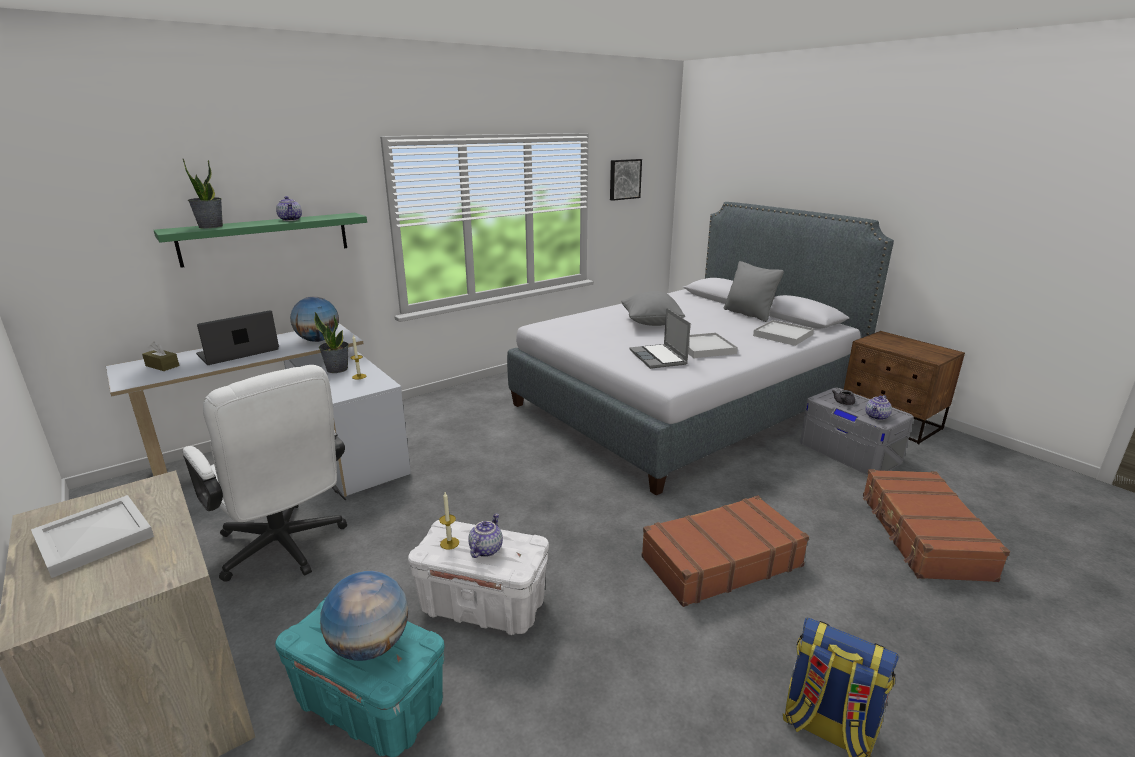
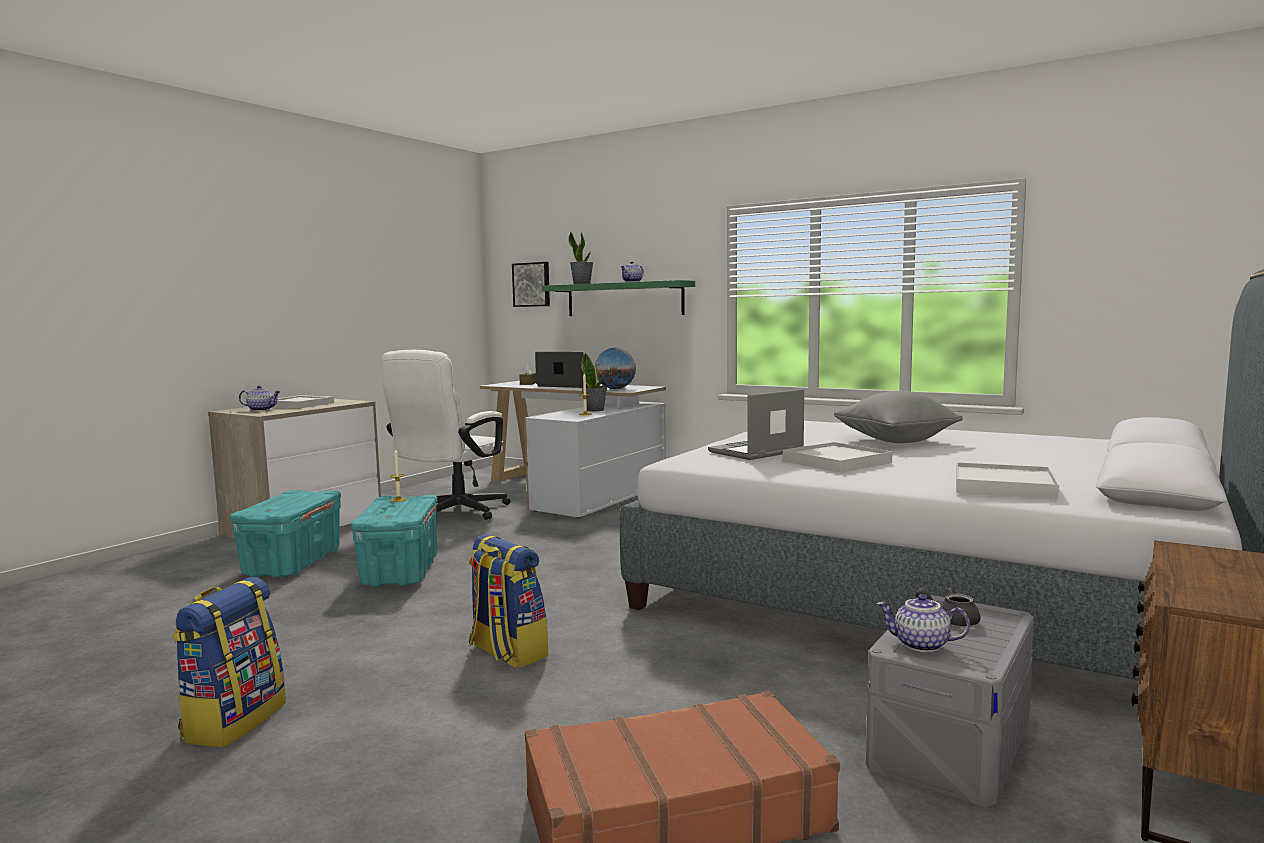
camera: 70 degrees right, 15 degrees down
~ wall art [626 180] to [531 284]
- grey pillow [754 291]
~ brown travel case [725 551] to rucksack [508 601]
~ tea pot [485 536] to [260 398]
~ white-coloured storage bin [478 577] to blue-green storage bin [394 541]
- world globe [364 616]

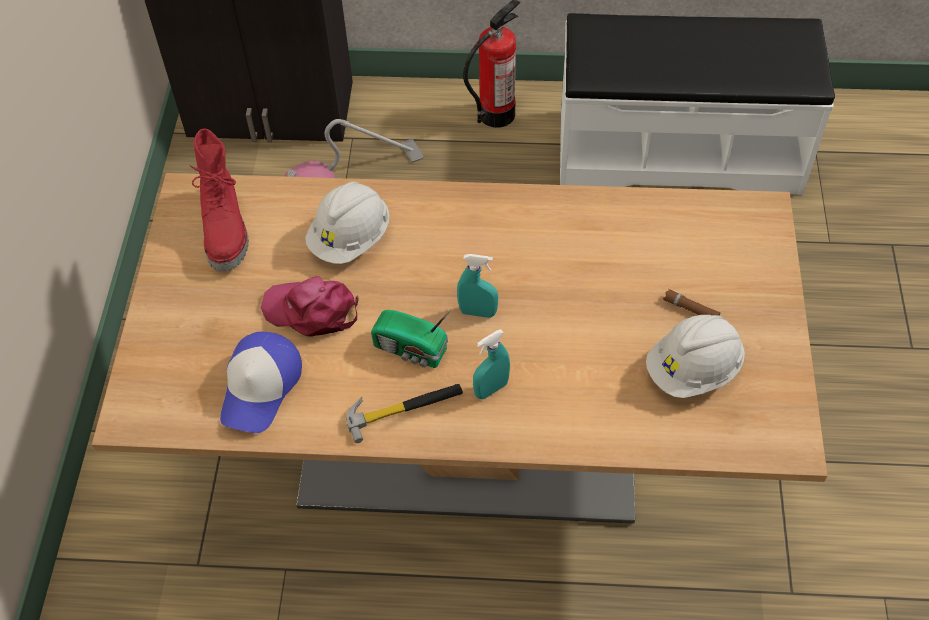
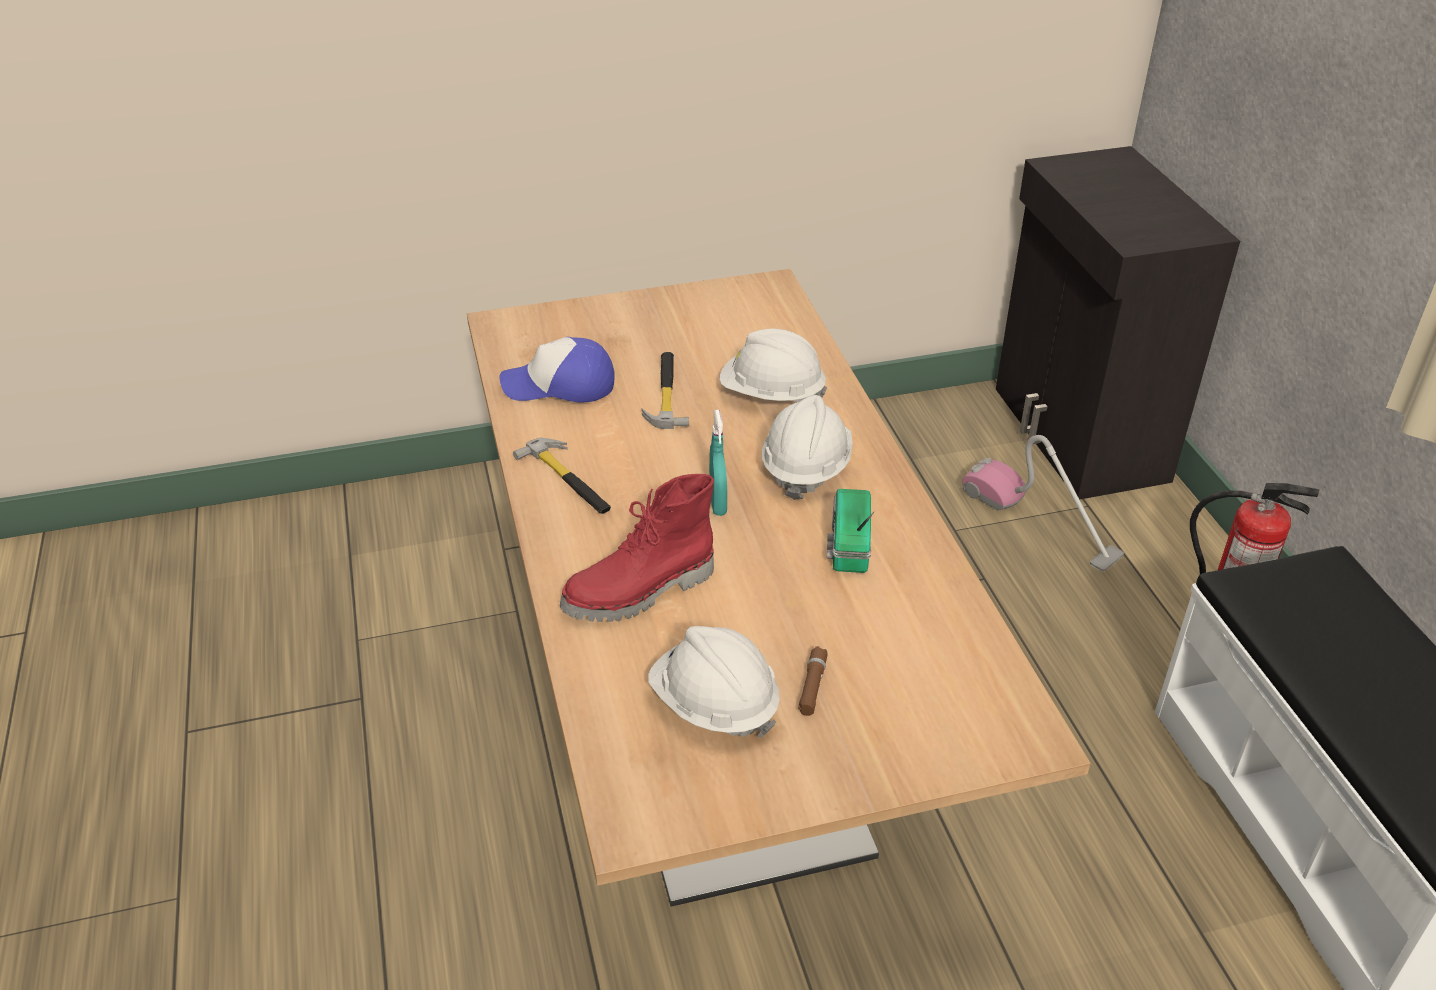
camera: 70 degrees right, 15 degrees down
~ red boot [219 200] to [637 548]
~ pinkish cap [310 306] to hammer [665 390]
~ radio [411 339] to [850 531]
- blue-green hand sprayer [491 364]
+ white-coloured safety helmet [807 447]

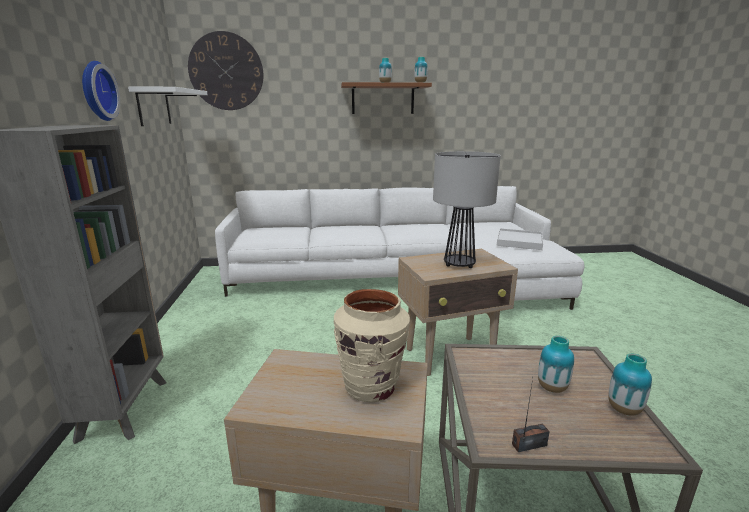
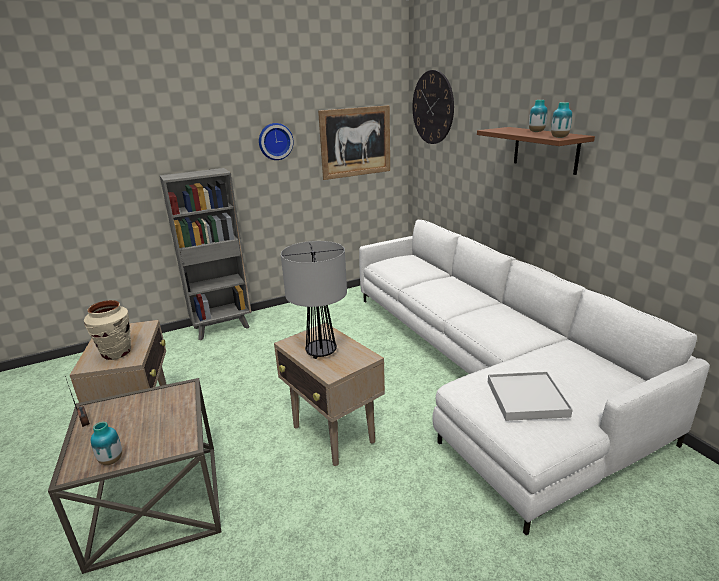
camera: 70 degrees right, 5 degrees up
~ white-coloured shelf [168 106] to wall art [354 142]
- flower vase [556 364]

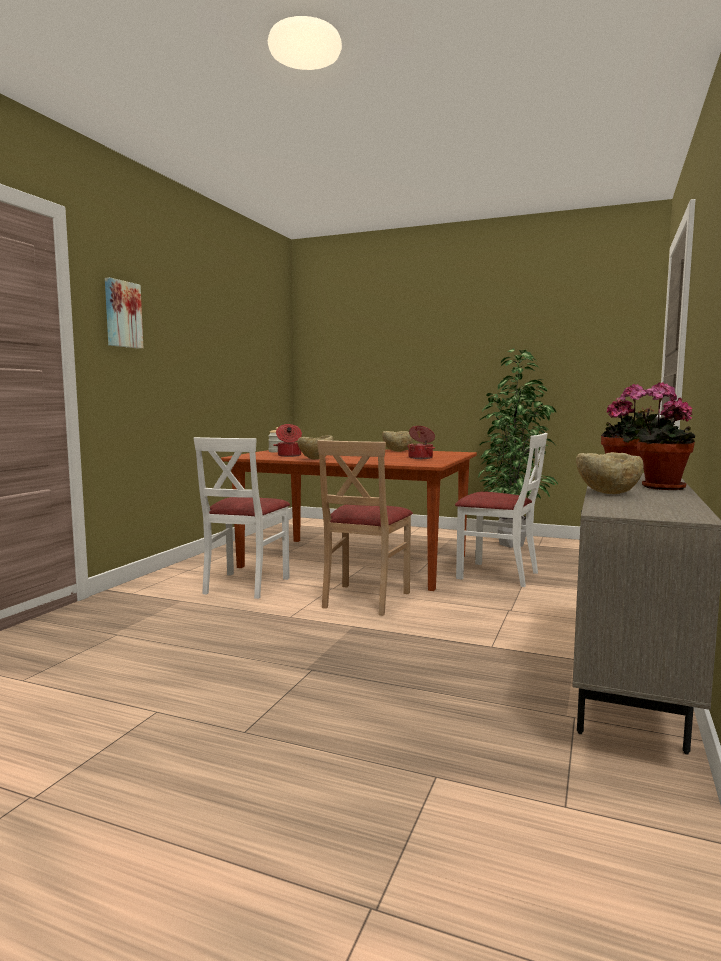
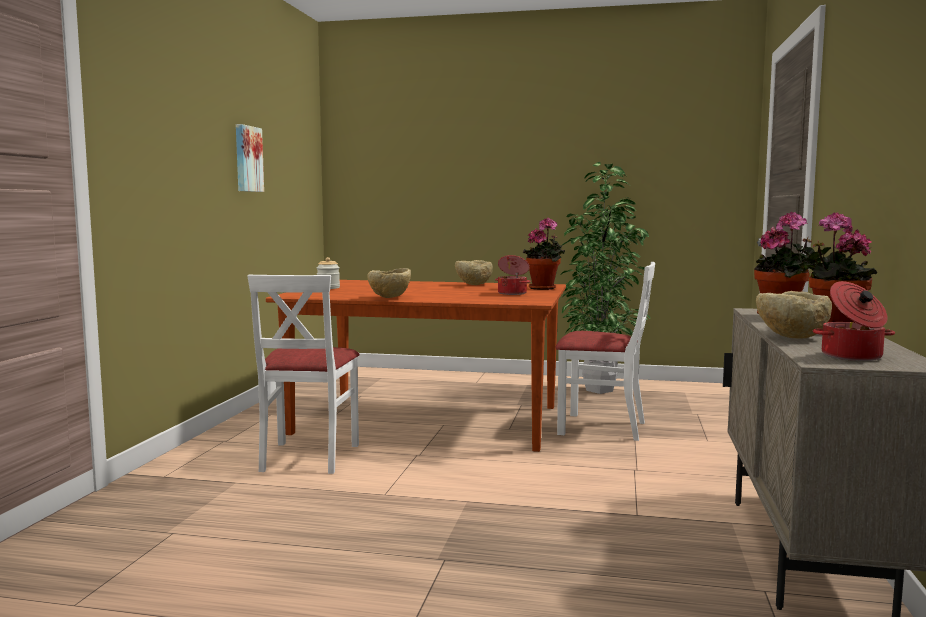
camera: 10 degrees left, 0 degrees up
~ wall art [124 313] to [250 158]
~ stockpot [287 440] to [854 321]
- beige-coloured plain chair [365 528]
+ potted plant [544 254]

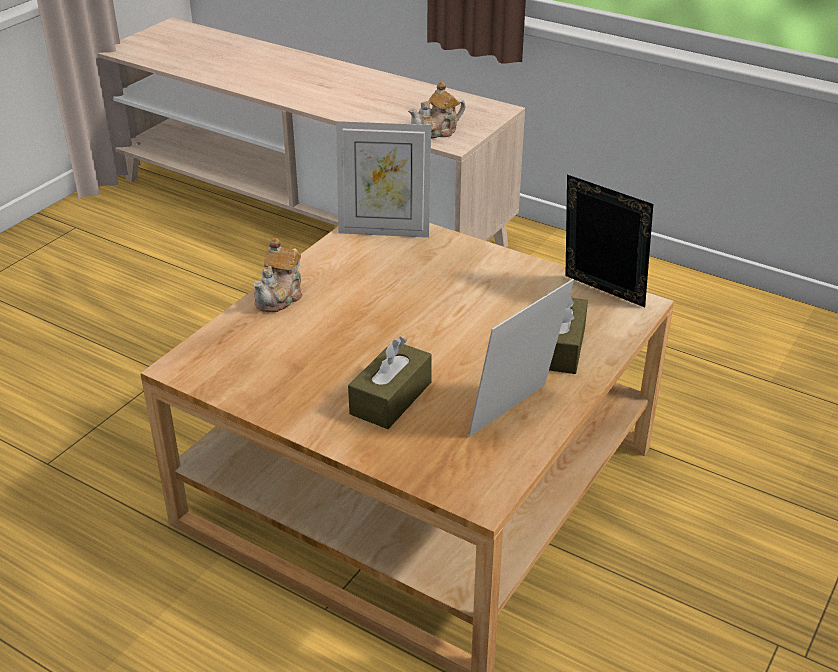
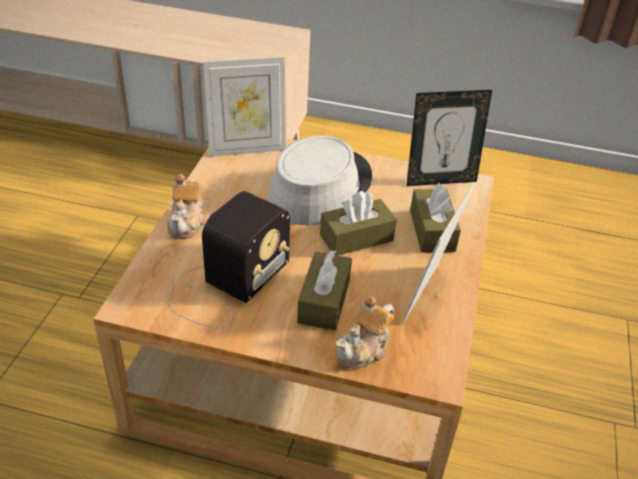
camera: 20 degrees left, 5 degrees up
~ tea pot [437 110] to [365 332]
~ photo frame [609 241] = [449 138] 150 degrees clockwise
+ grey hat [320 180]
+ radio [227 259]
+ brown tissue box [358 223]

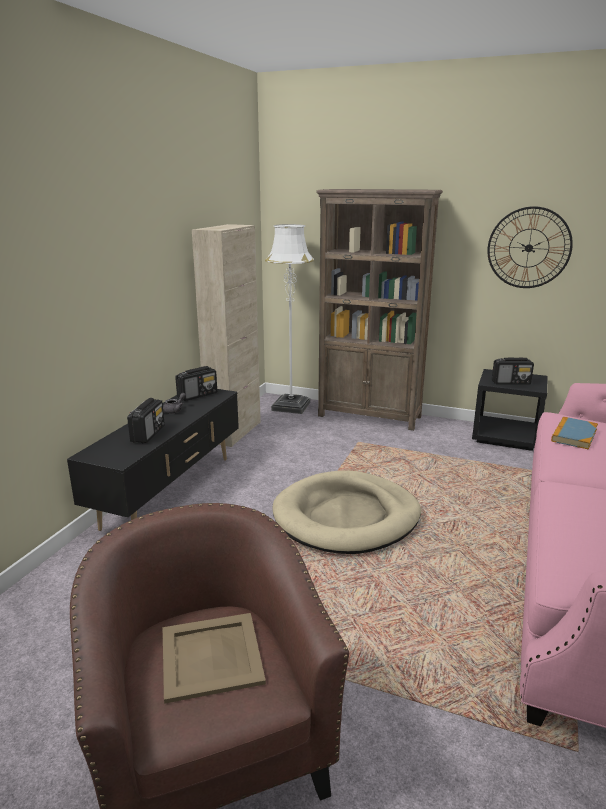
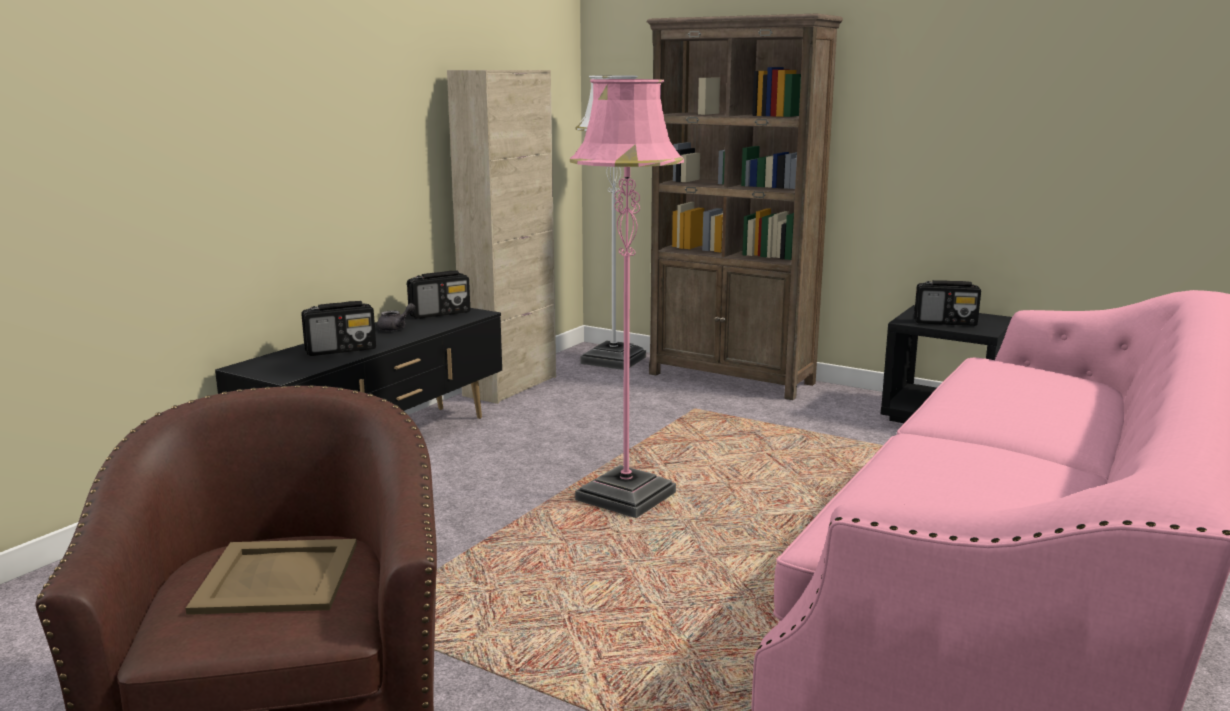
camera: 10 degrees right, 5 degrees down
- hanging clock [530 247]
~ radio [146 420] = [338 328] 45 degrees clockwise
- bound book [574 433]
~ beige-coloured pet bed [346 512] to pinkish standard lamp [627 298]

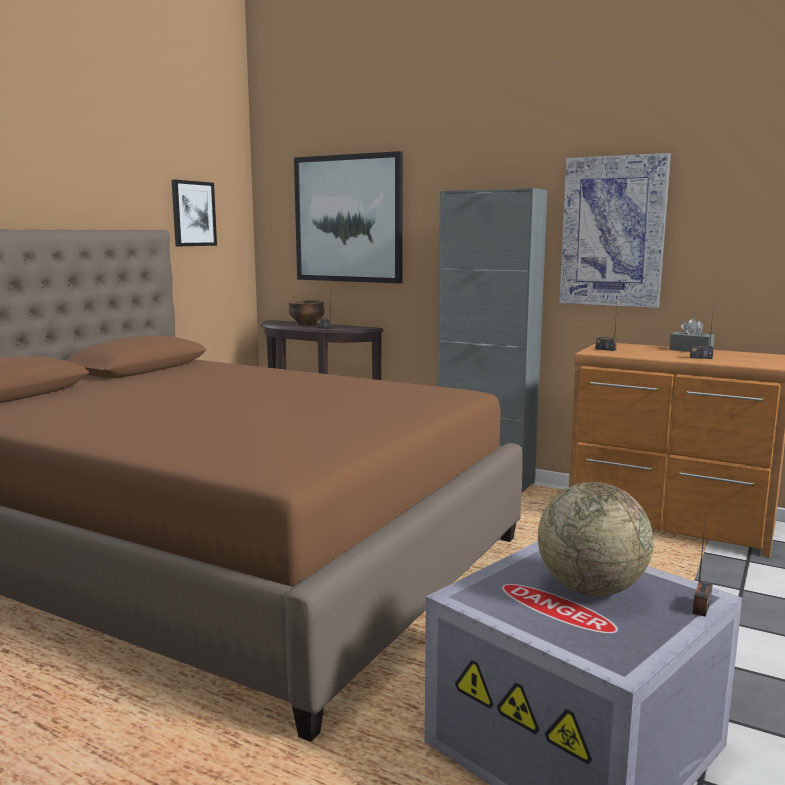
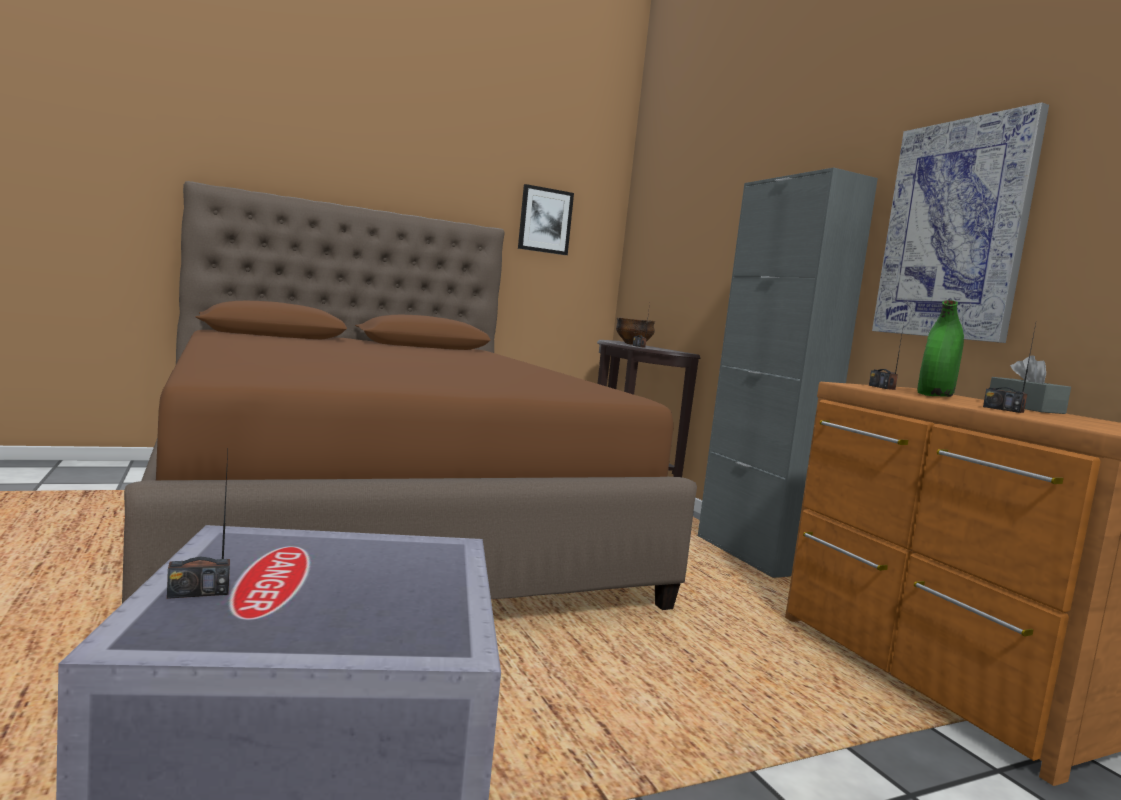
camera: 35 degrees right, 5 degrees down
- wall art [348 217]
- world globe [595 539]
~ radio [702 566] to [198 525]
+ green flower vase [941 348]

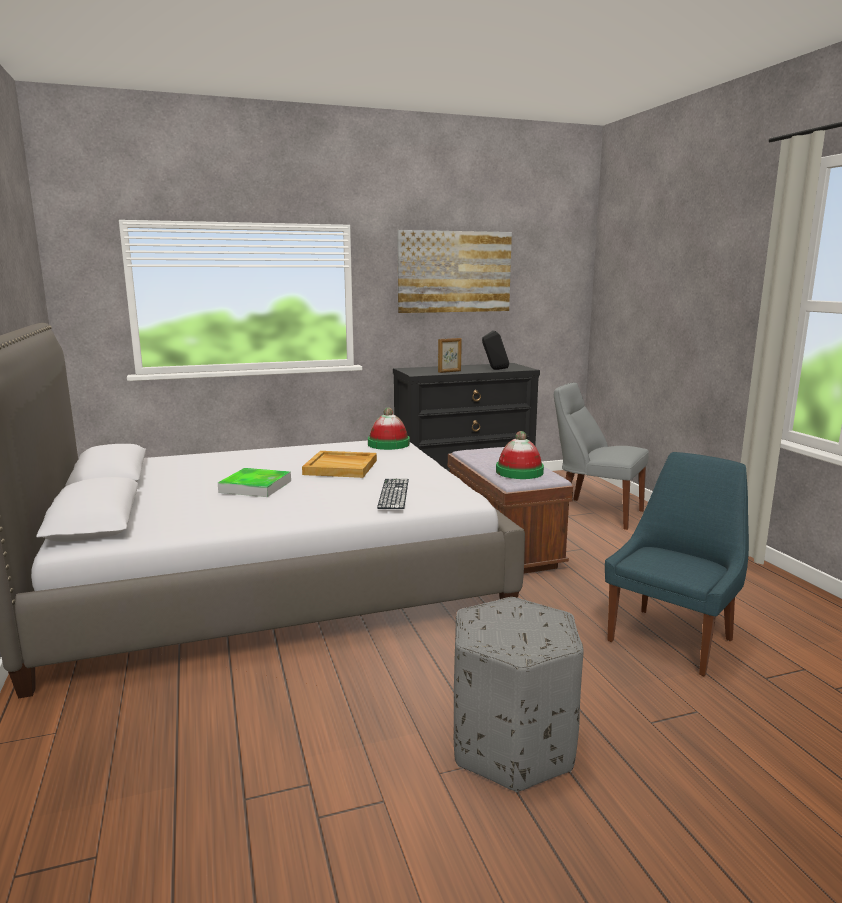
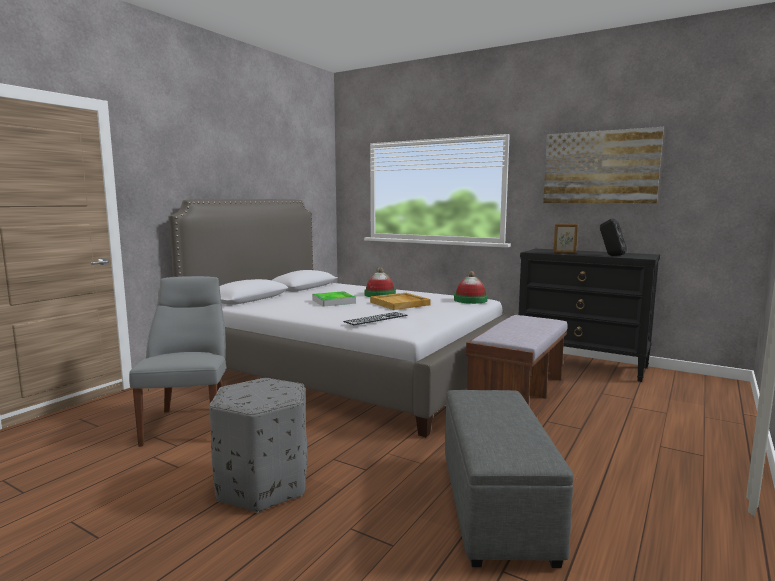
camera: 50 degrees right, 5 degrees down
~ grey plain chair [601 456] to [177 361]
~ hat [520 455] to [380 282]
~ blue plain chair [677 564] to grey pouffe [509 479]

